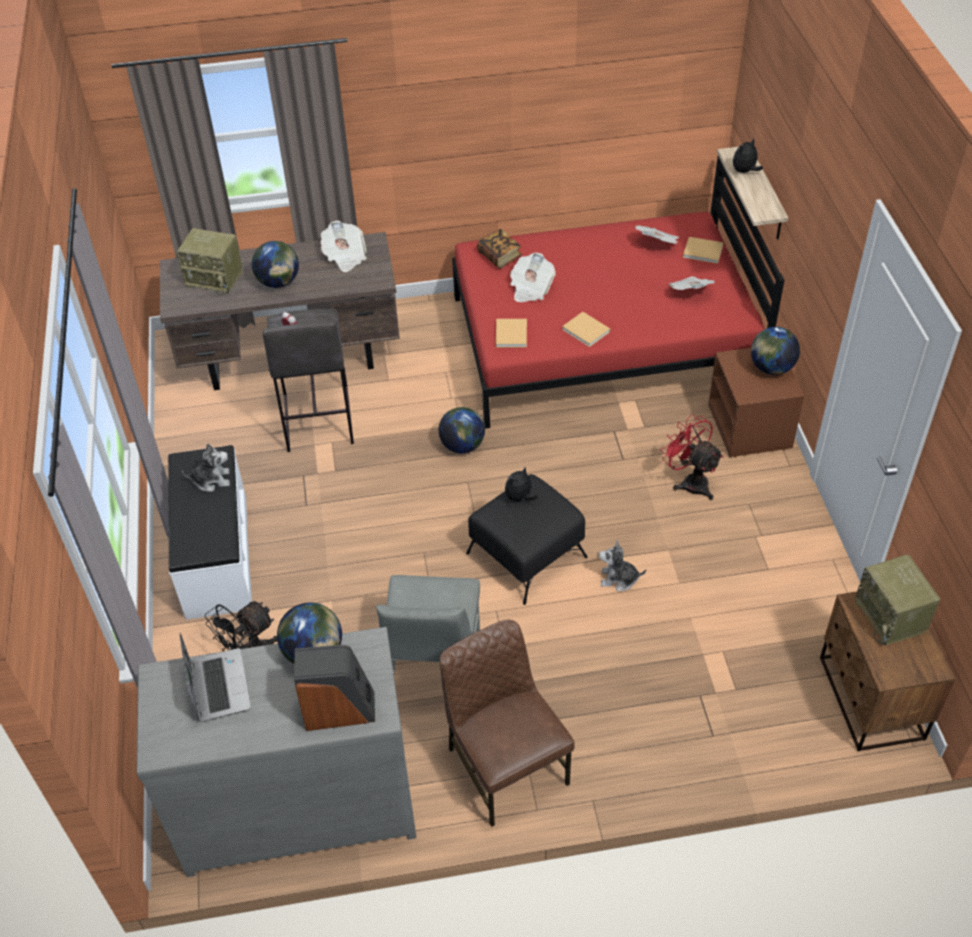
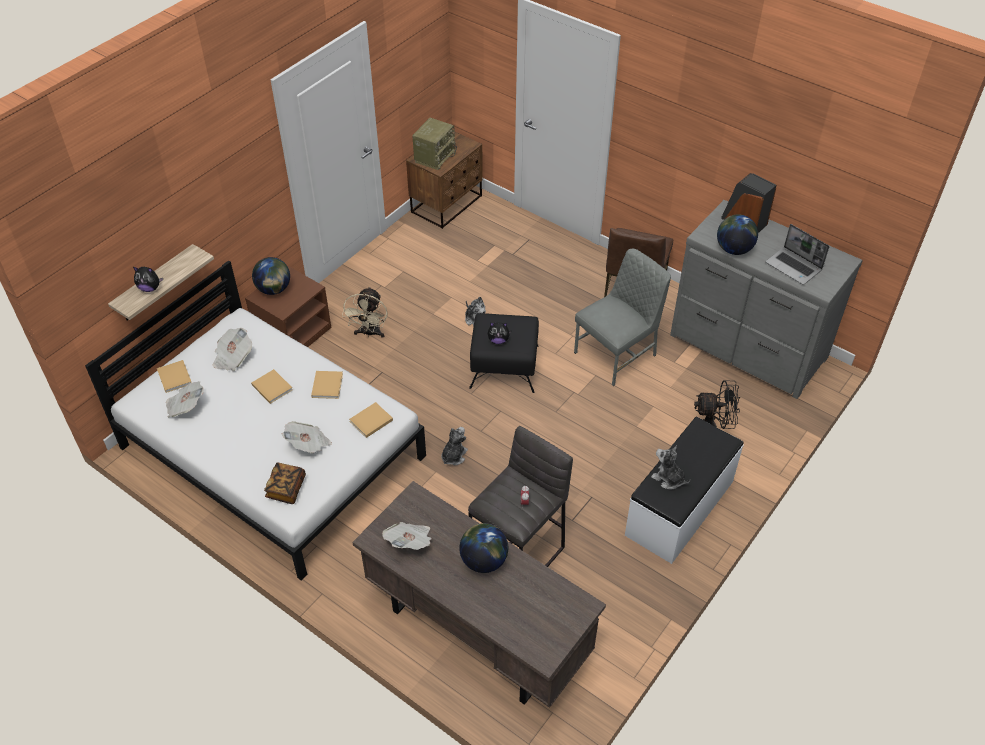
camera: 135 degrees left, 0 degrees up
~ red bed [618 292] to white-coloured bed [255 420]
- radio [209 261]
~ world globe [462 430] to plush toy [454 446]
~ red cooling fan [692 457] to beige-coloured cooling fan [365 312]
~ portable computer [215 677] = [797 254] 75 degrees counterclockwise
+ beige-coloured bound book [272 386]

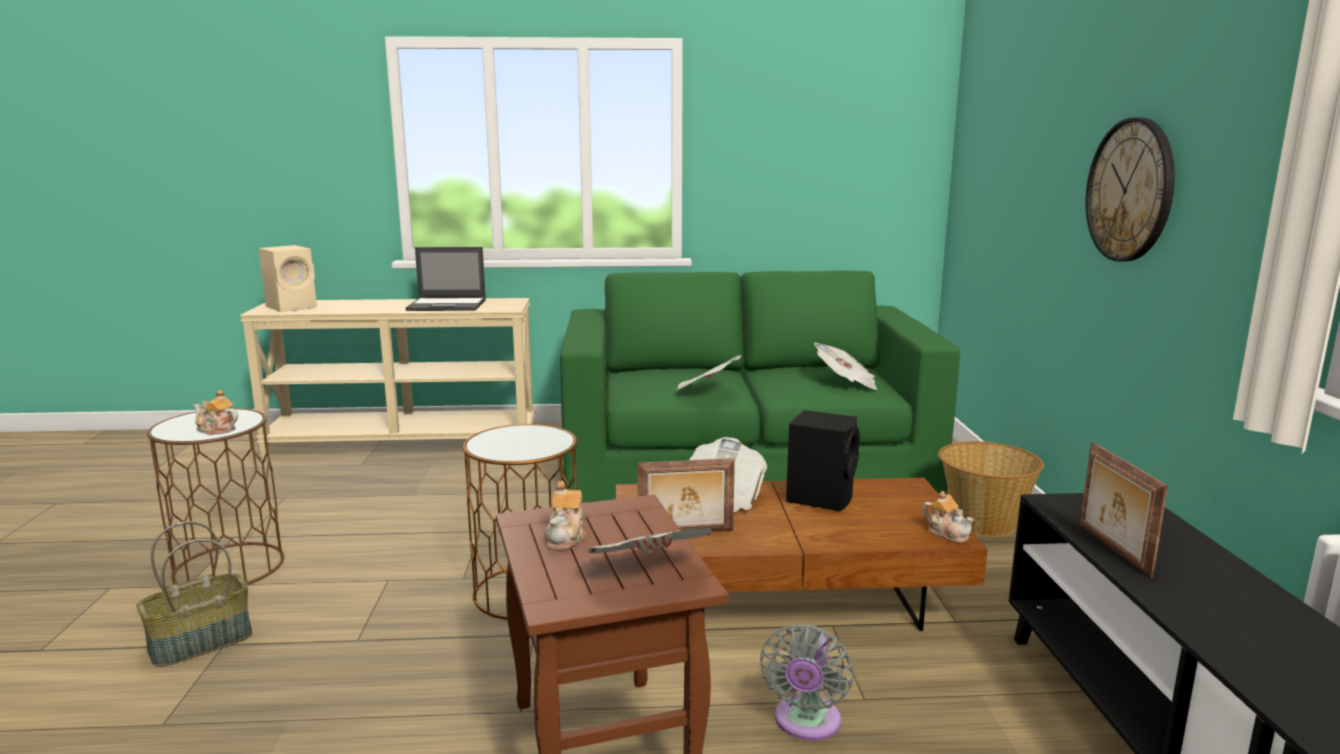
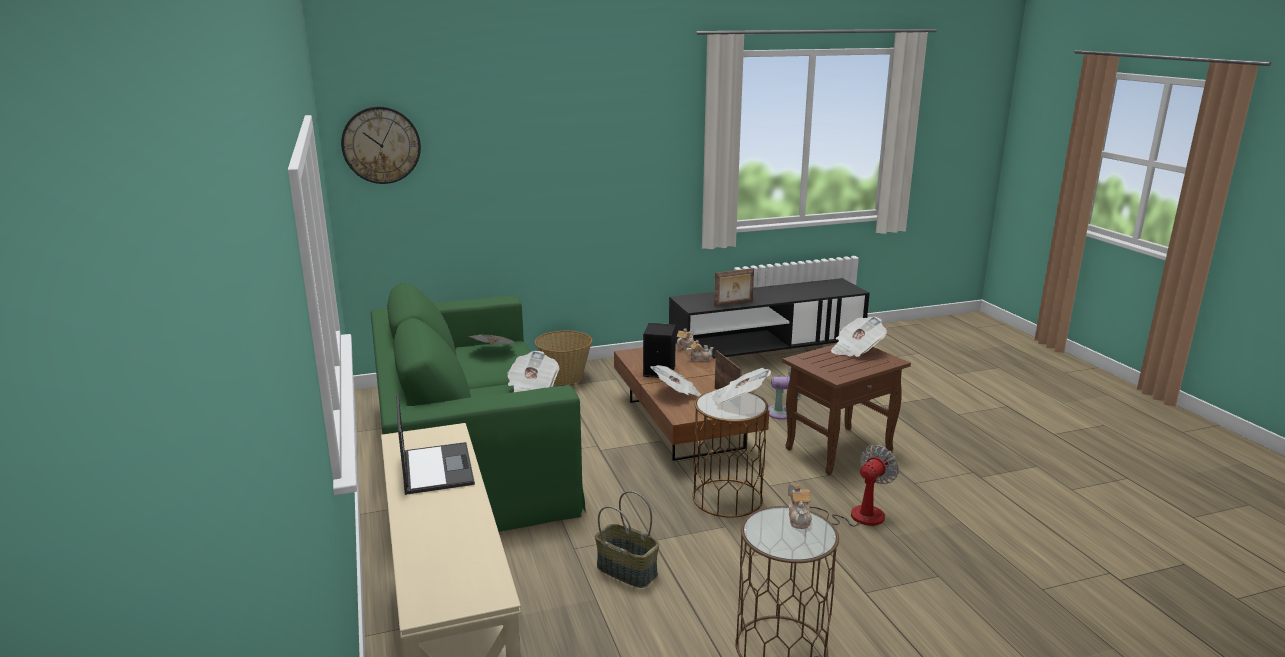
camera: 105 degrees left, 5 degrees up
~ hanging clock [1130 189] to [381 145]
- beige-coloured speaker [288 278]
~ tea pot [566 516] to [700 351]
~ basket [194 594] to [627 539]
+ newspaper [741 386]
+ cooling fan [843 486]

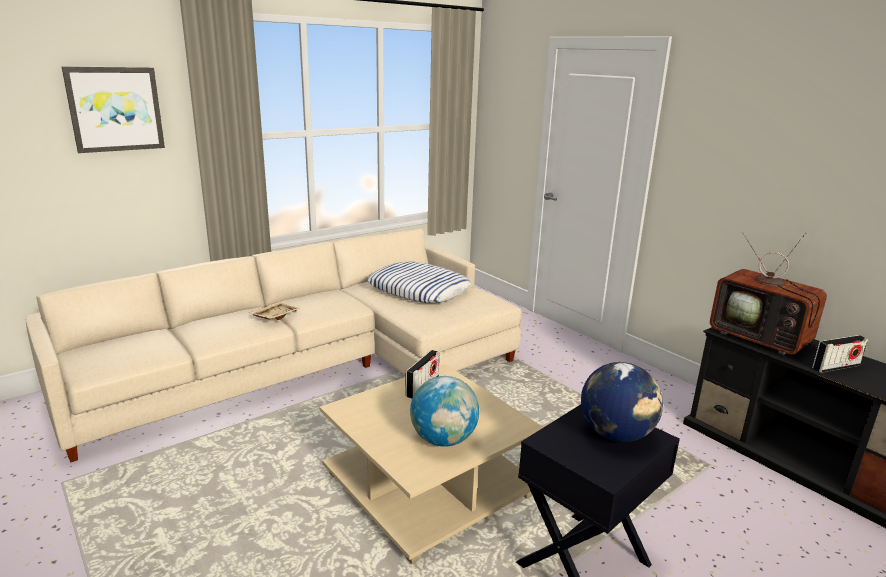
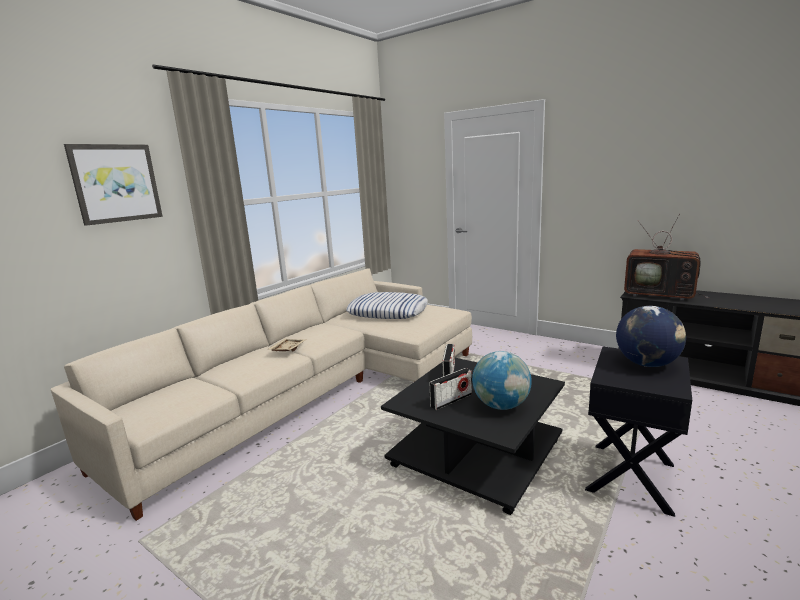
camera: 15 degrees left, 5 degrees down
~ radio [840 354] to [450 389]
~ beige-coloured coffee table [431 464] to blackish coffee table [473 436]

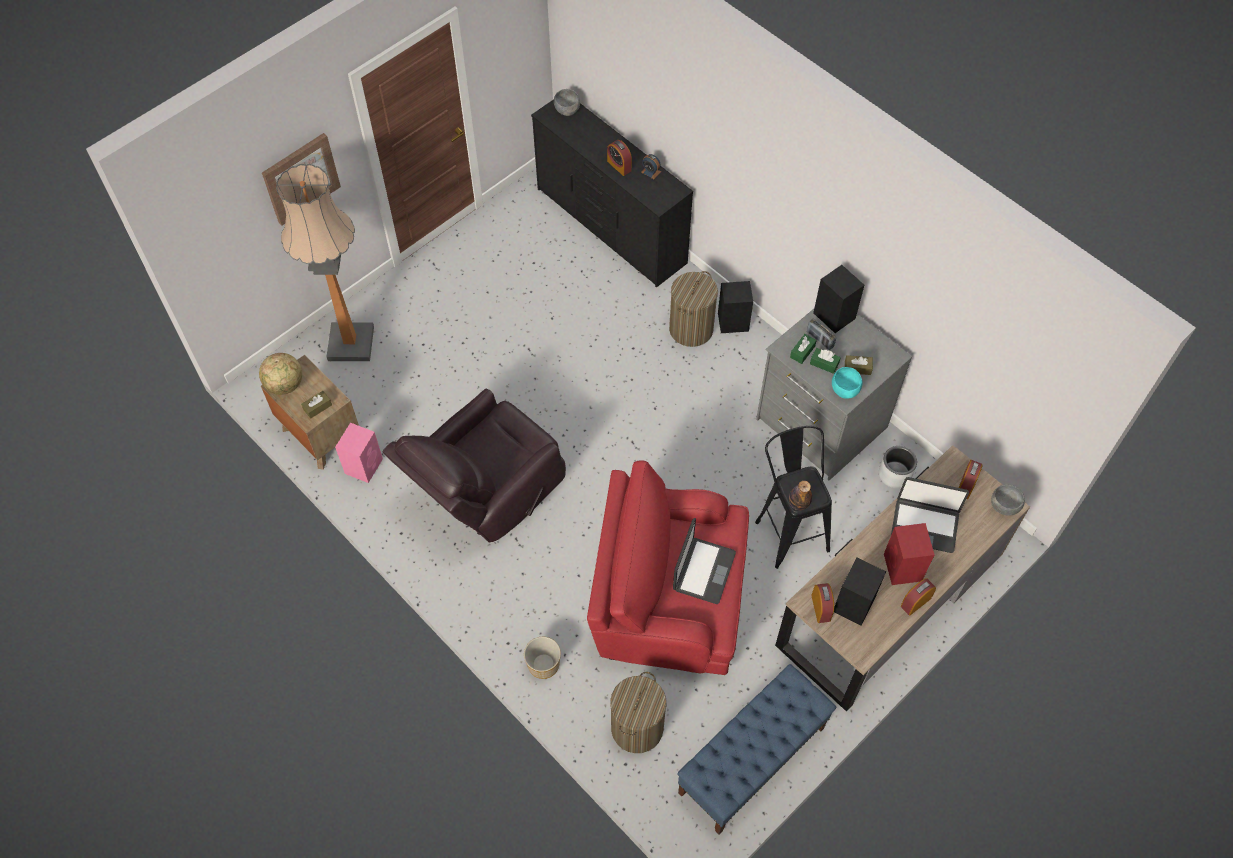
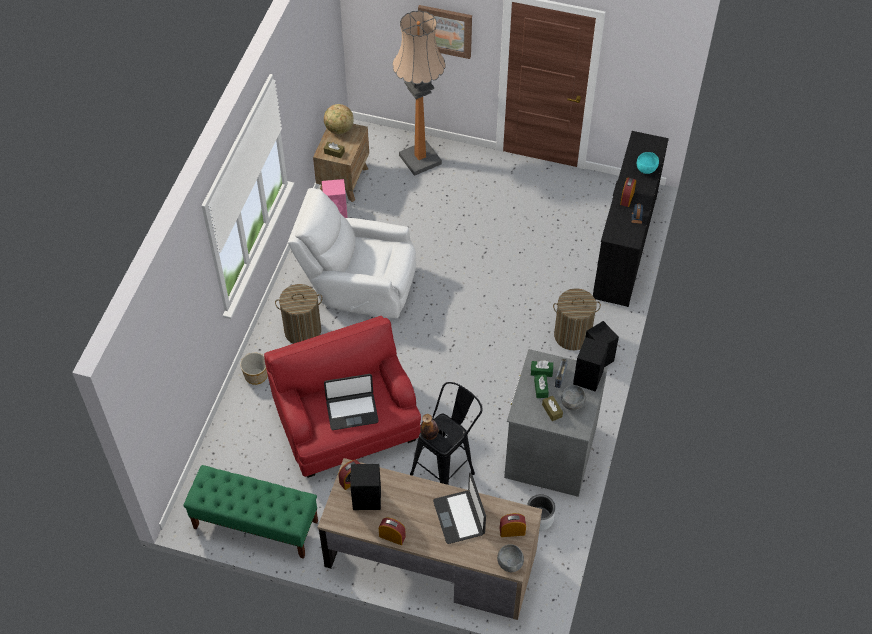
camera: 60 degrees right, 5 degrees down
~ grey serving bowl [567 102] to [573 398]
~ blue-green serving bowl [847 383] to [648 163]
~ brown lounge chair [474 466] to white-coloured lounge chair [352 253]
- red speaker [909 554]
~ blue bench [756 749] to green bench [250 512]
~ washing basket [638 712] to [299 314]

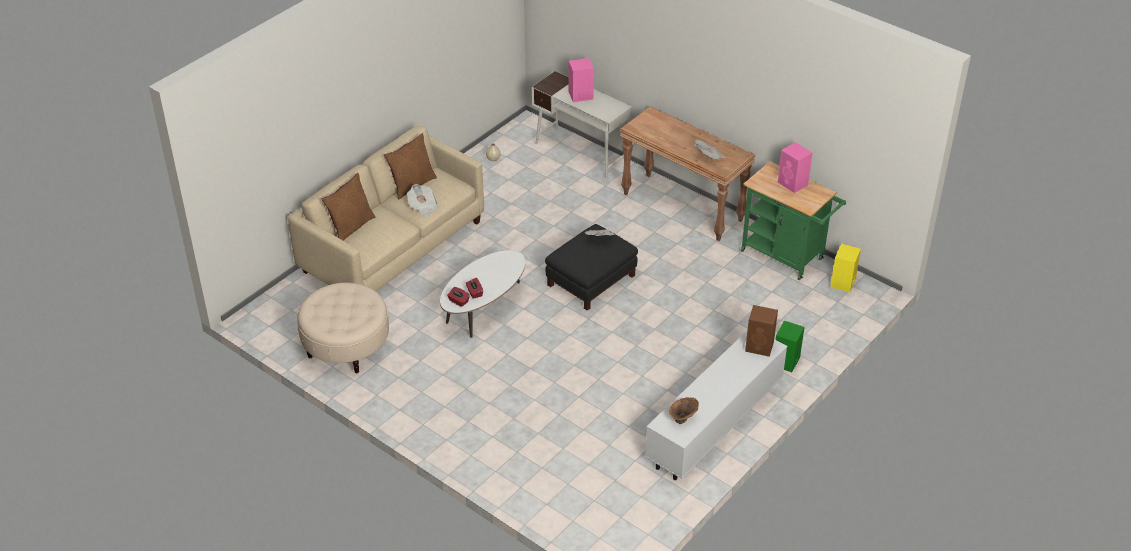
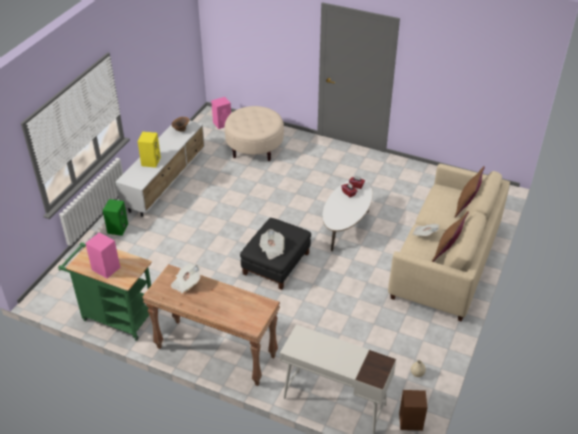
camera: 165 degrees right, 0 degrees up
~ pinkish speaker [581 80] to [221 113]
~ yellow-coloured speaker [846 268] to [149 150]
~ beige-coloured pouffe [343 328] to [254 133]
~ brown speaker [761 331] to [413 410]

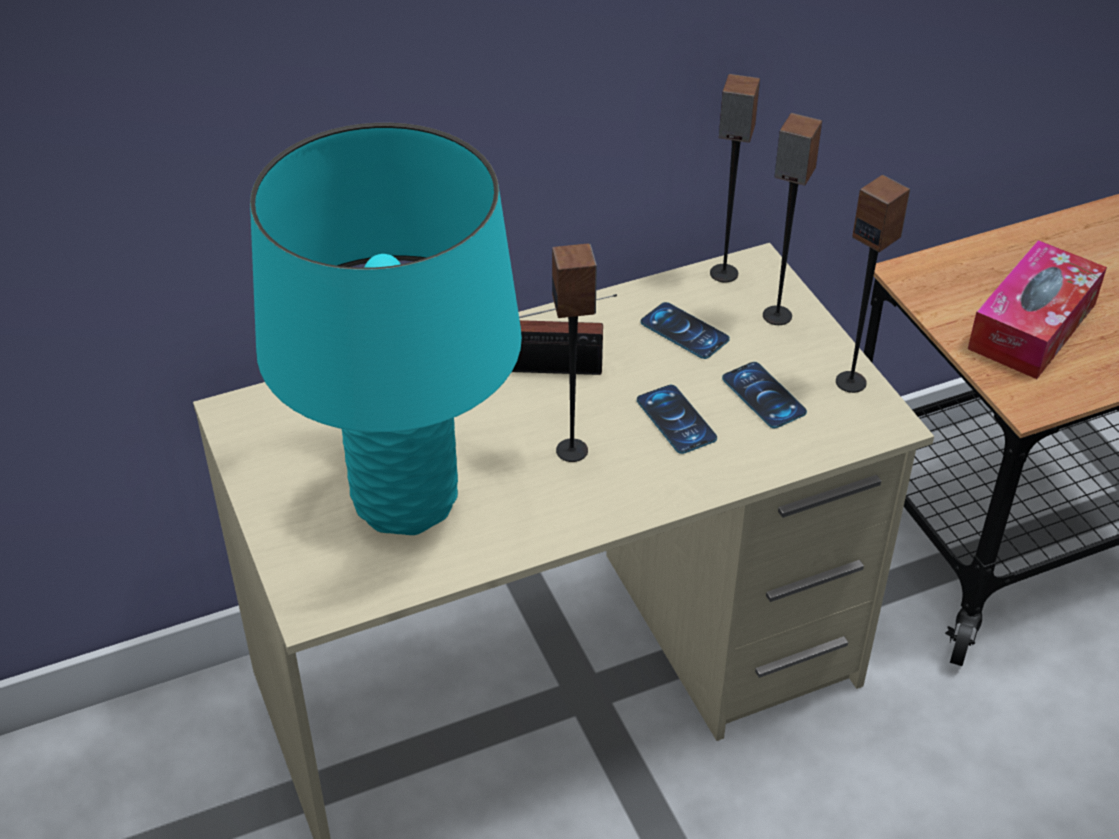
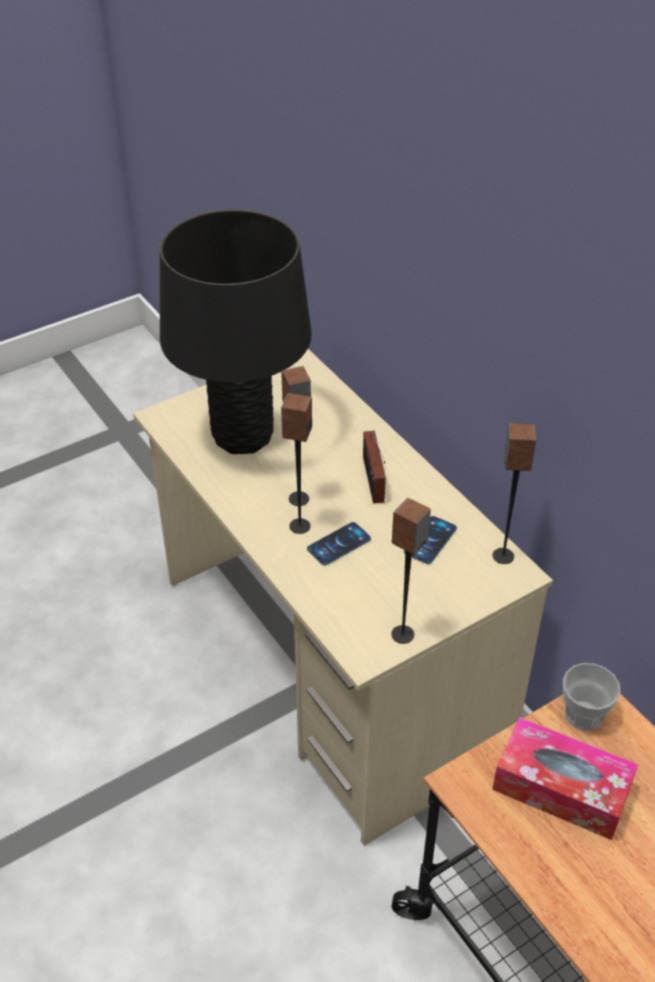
camera: 80 degrees right, 0 degrees up
~ speaker [792 219] to [296 463]
~ blue-green lamp for a table [386 329] to blackish lamp for a table [236 331]
- phone [764 395]
+ drinking cup [592 697]

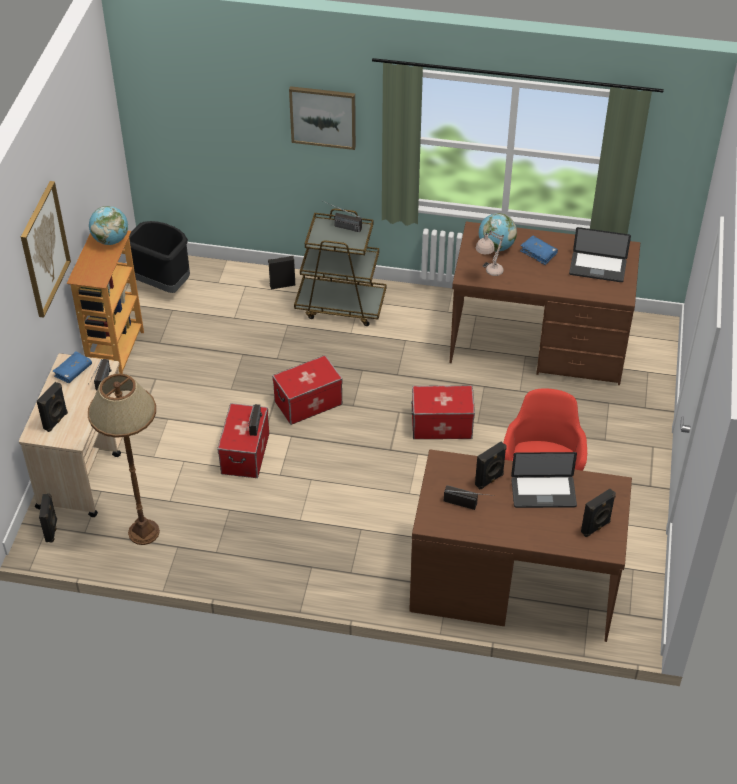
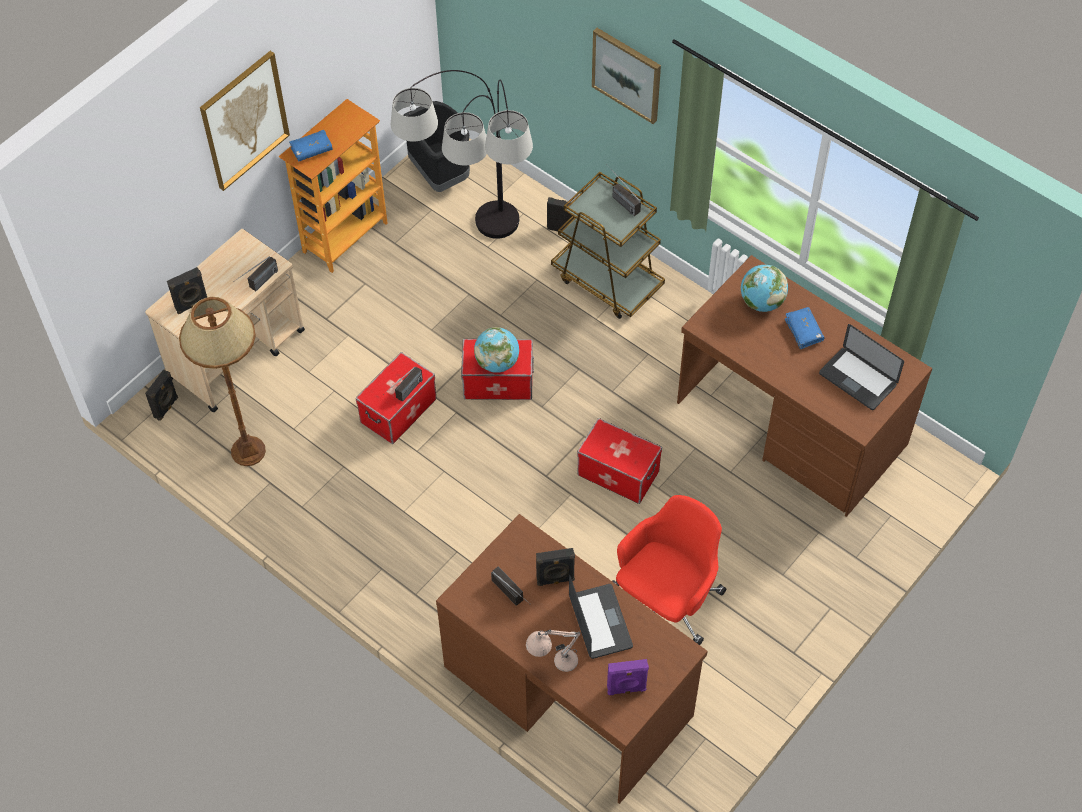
camera: 30 degrees right, 10 degrees up
~ world globe [108 225] to [496 350]
~ beige-coloured lamp for a table [490 253] to [553 651]
~ blue bound book [72 367] to [311 146]
~ portable computer [544 480] = [601 617] 135 degrees counterclockwise
~ blackish speaker [598 513] to purplish speaker [628 677]
+ standard lamp [462 154]

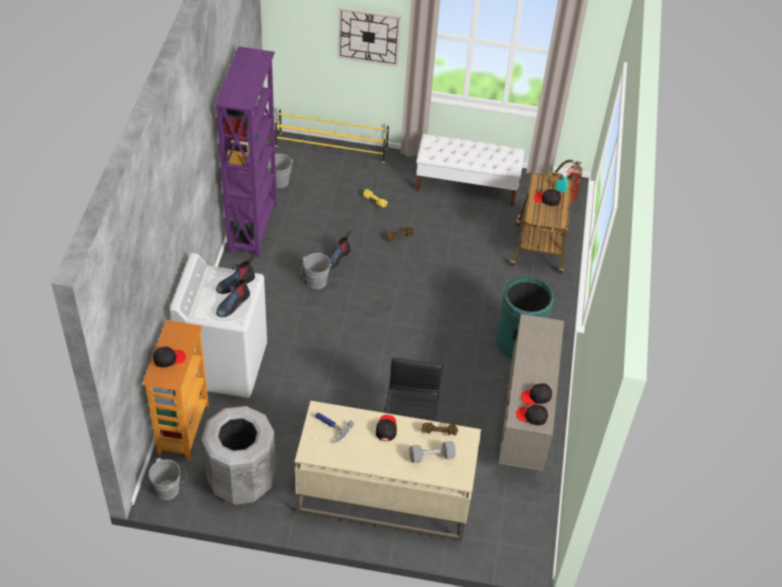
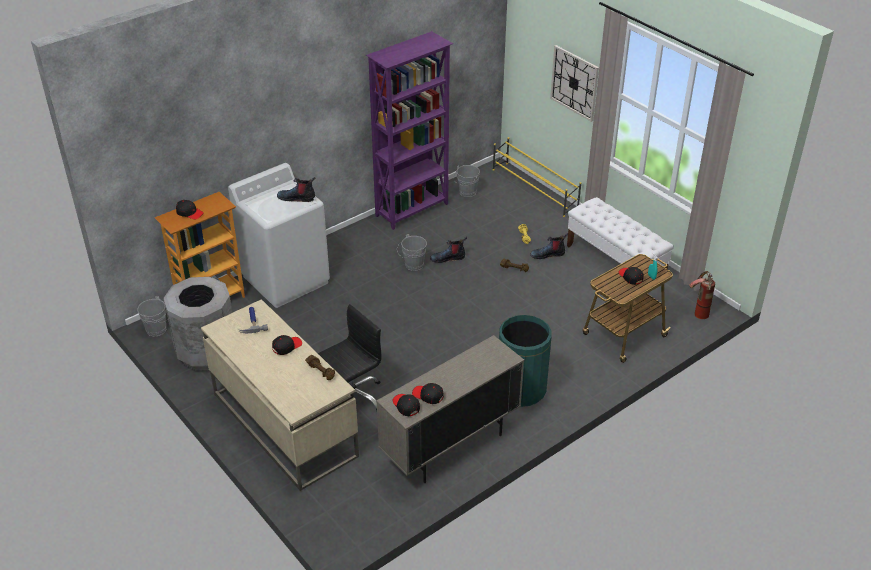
camera: 45 degrees right, 10 degrees down
~ boot [233 294] to [549 246]
- grey free weight [432 452]

